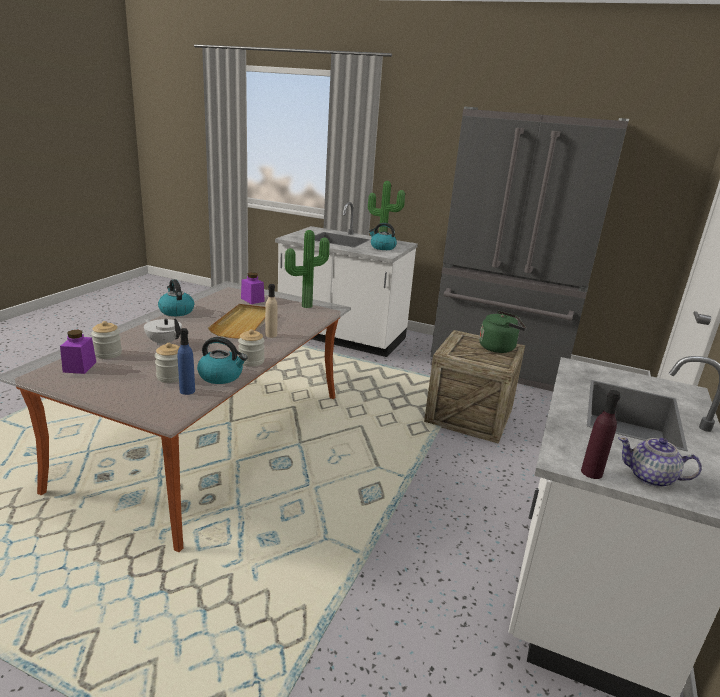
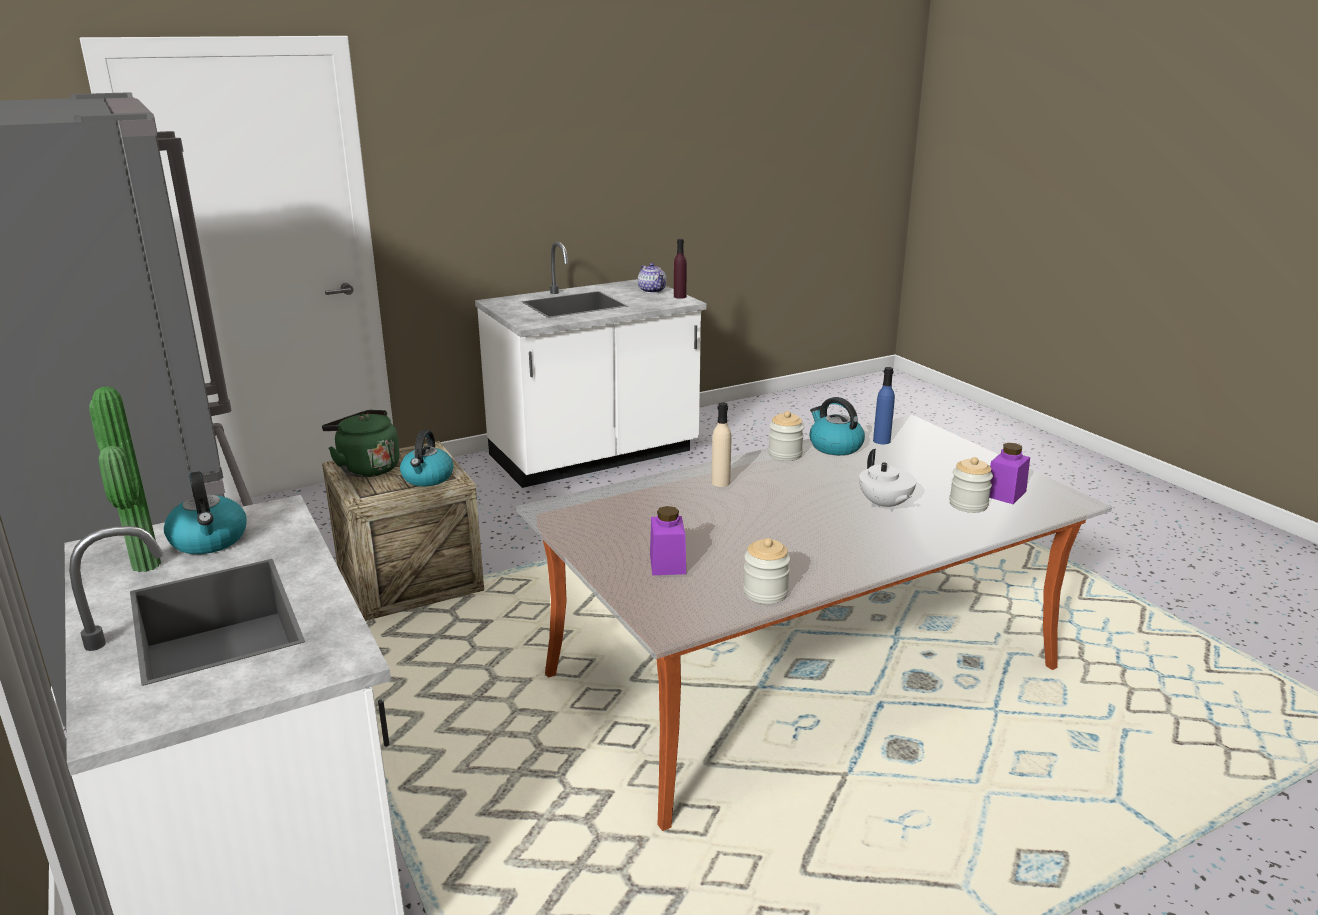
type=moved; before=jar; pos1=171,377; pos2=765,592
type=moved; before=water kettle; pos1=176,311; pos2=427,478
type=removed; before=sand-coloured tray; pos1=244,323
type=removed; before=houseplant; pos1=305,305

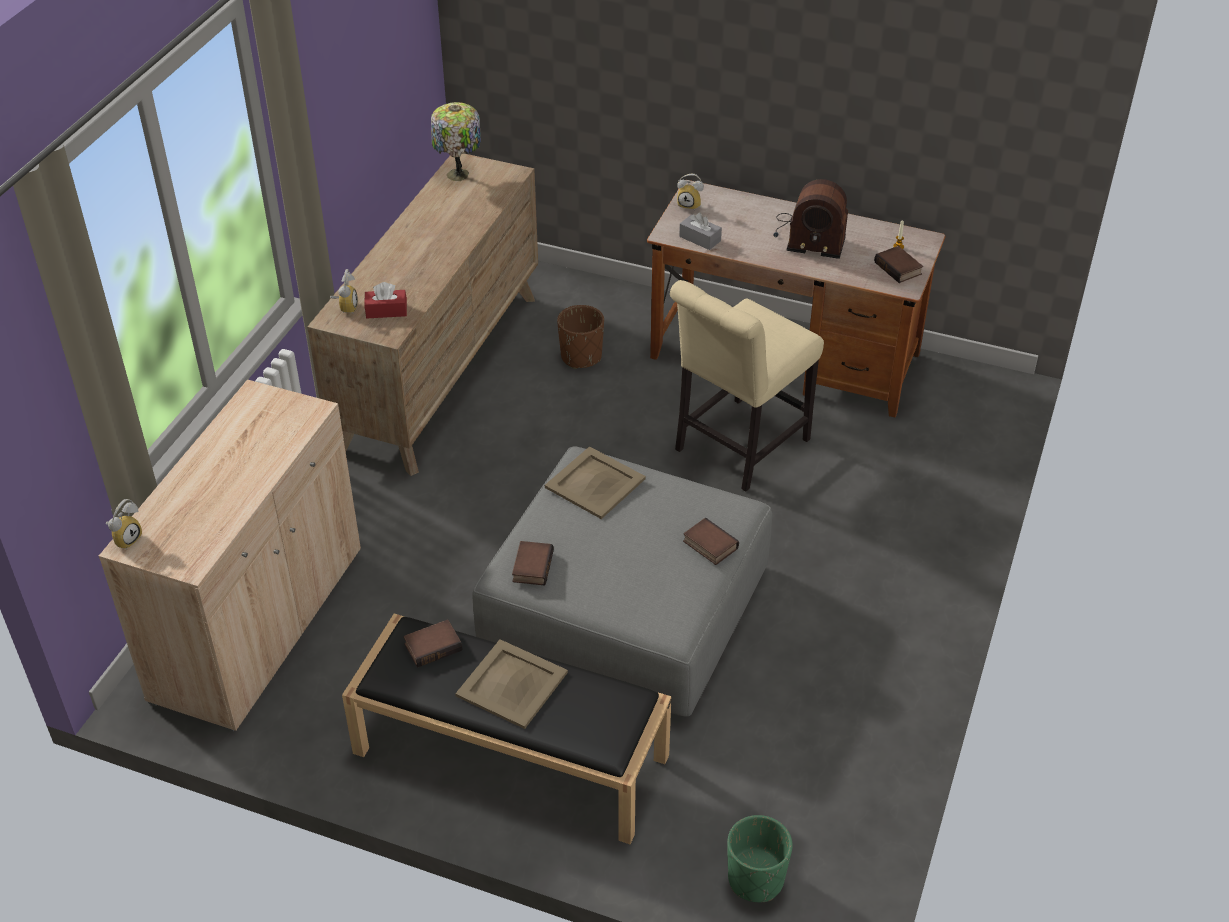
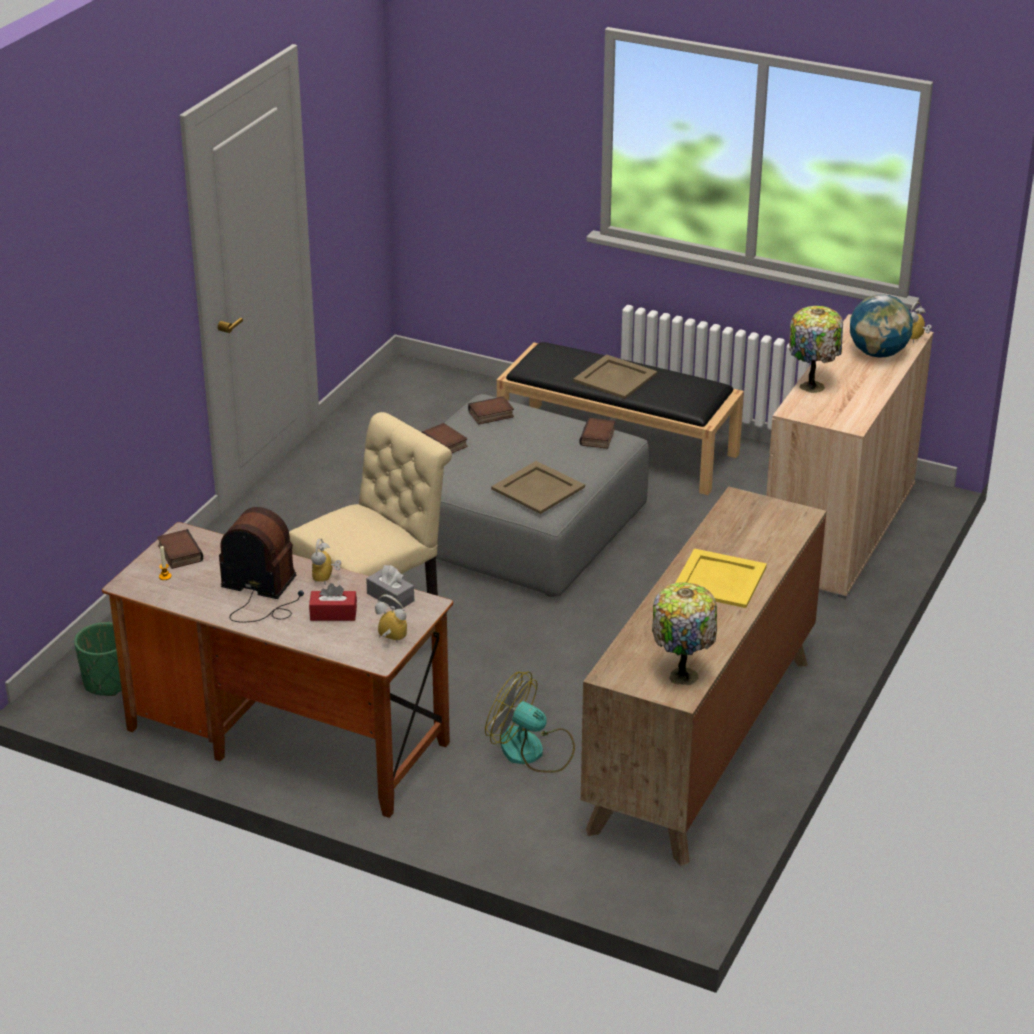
type=moved; before=table clock; pos1=345,307; pos2=326,579
type=moved; before=reddish box of tissues; pos1=386,311; pos2=333,613
type=moved; before=book; pos1=433,646; pos2=491,415
type=replaced; before=brown plant pot; after=electric fan; pos1=581,356; pos2=532,751
type=moved; before=green-coloured plant pot; pos1=755,879; pos2=107,682
type=added; after=yellowish tray; pos2=720,579
type=added; after=tabletop lamp; pos2=812,385
type=added; after=desk globe; pos2=878,353

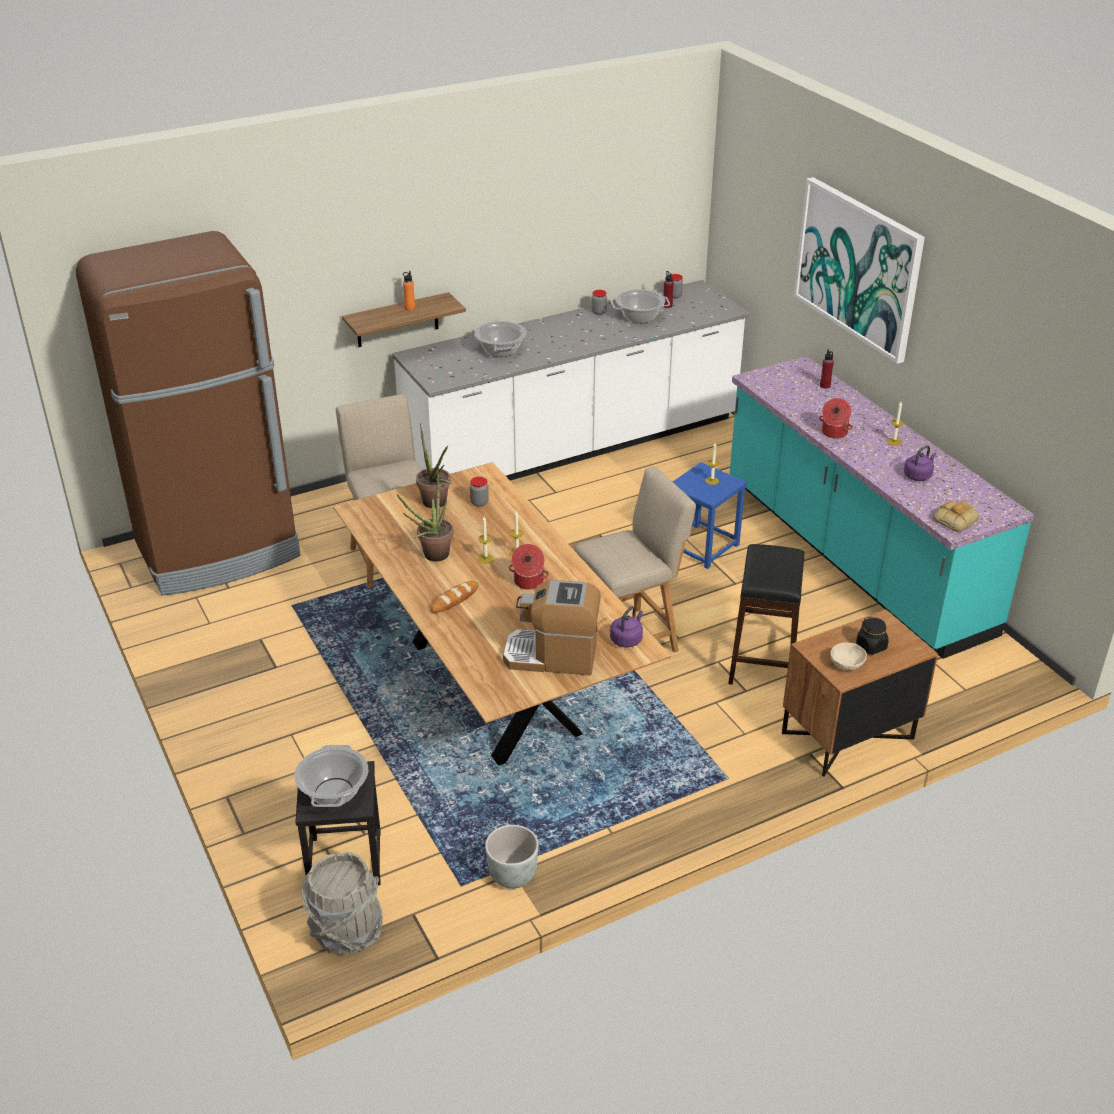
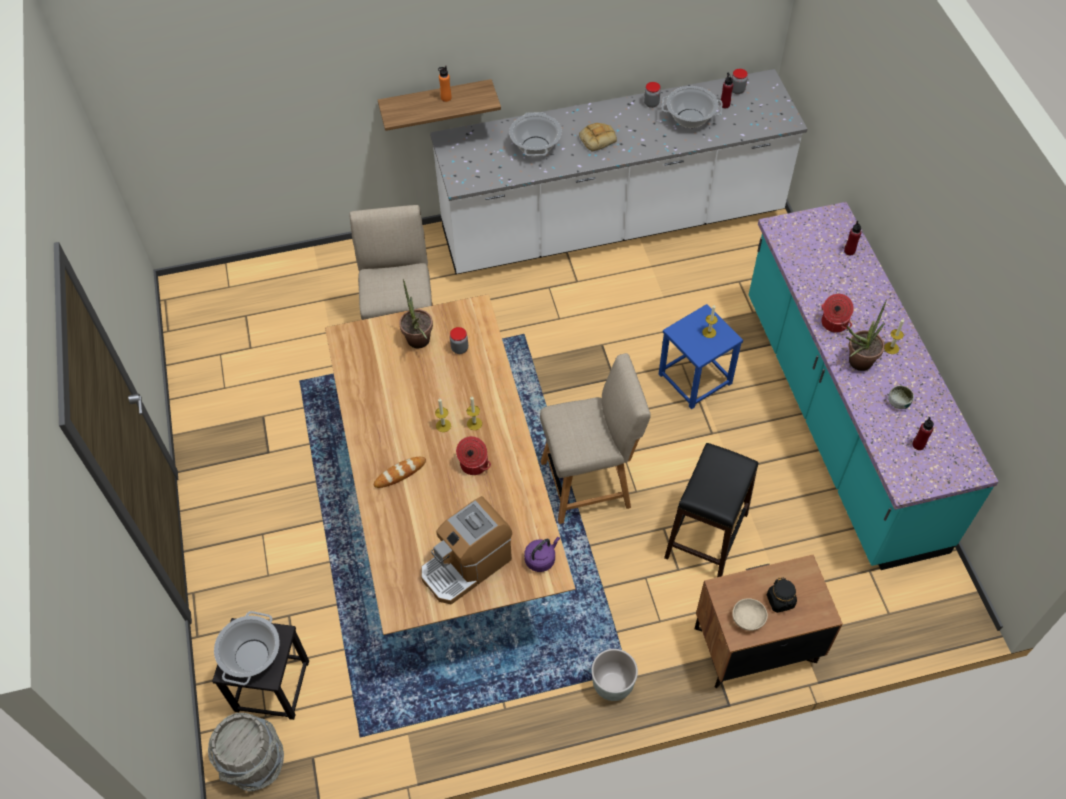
type=removed; before=brown fridge; pos1=219,550
type=moved; before=houseplant; pos1=432,556; pos2=856,364
type=moved; before=greyish plant pot; pos1=512,876; pos2=612,685
type=turned; before=coffee brewer; pos1=552,656; pos2=466,565; turn=-60
type=removed; before=picture; pos1=858,267
type=replaced; before=purple-coloured water kettle; after=bowl; pos1=918,475; pos2=898,402
type=moved; before=bakery bread; pos1=954,519; pos2=597,138
type=added; after=reddish drink bottle; pos2=918,445

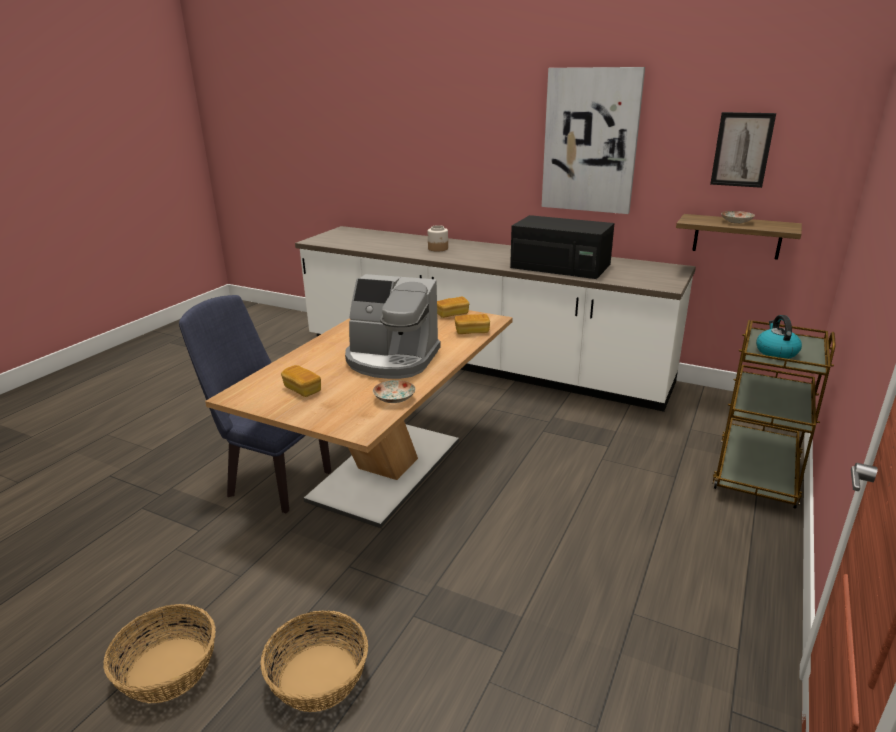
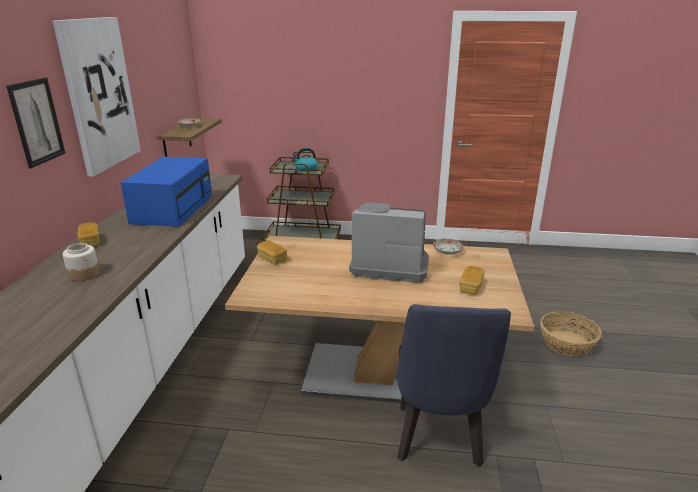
type=removed; before=household basket; pos1=167,670
type=turned; before=coffee brewer; pos1=391,360; pos2=389,265; turn=-75
type=moved; before=bakery bread; pos1=472,332; pos2=90,242
type=recoloured; before=black kitchen microwave; after=blue-coloured kitchen microwave; pos1=561,266; pos2=173,208
type=moved; before=picture; pos1=742,150; pos2=37,122

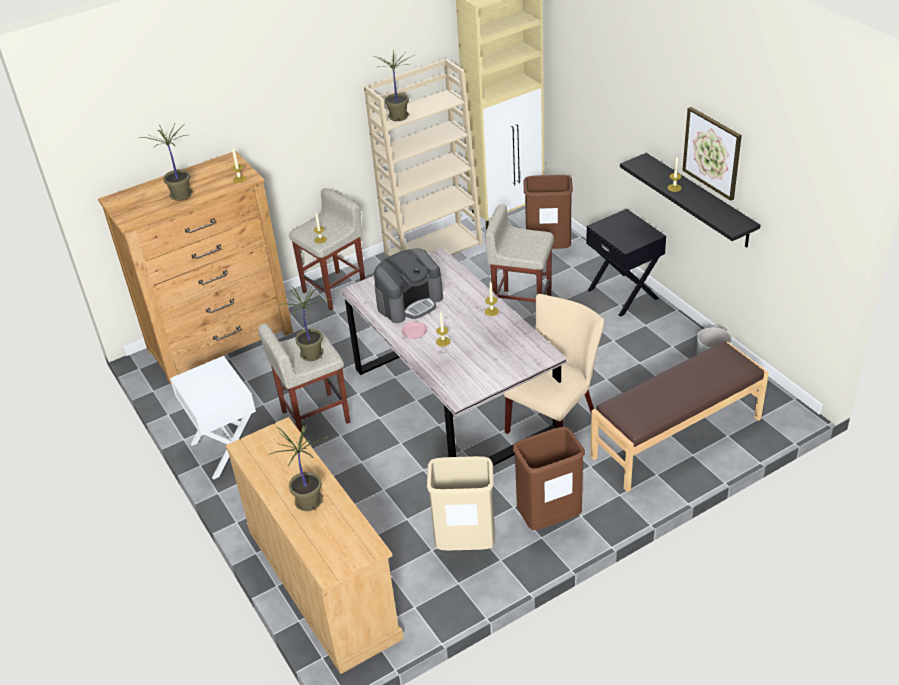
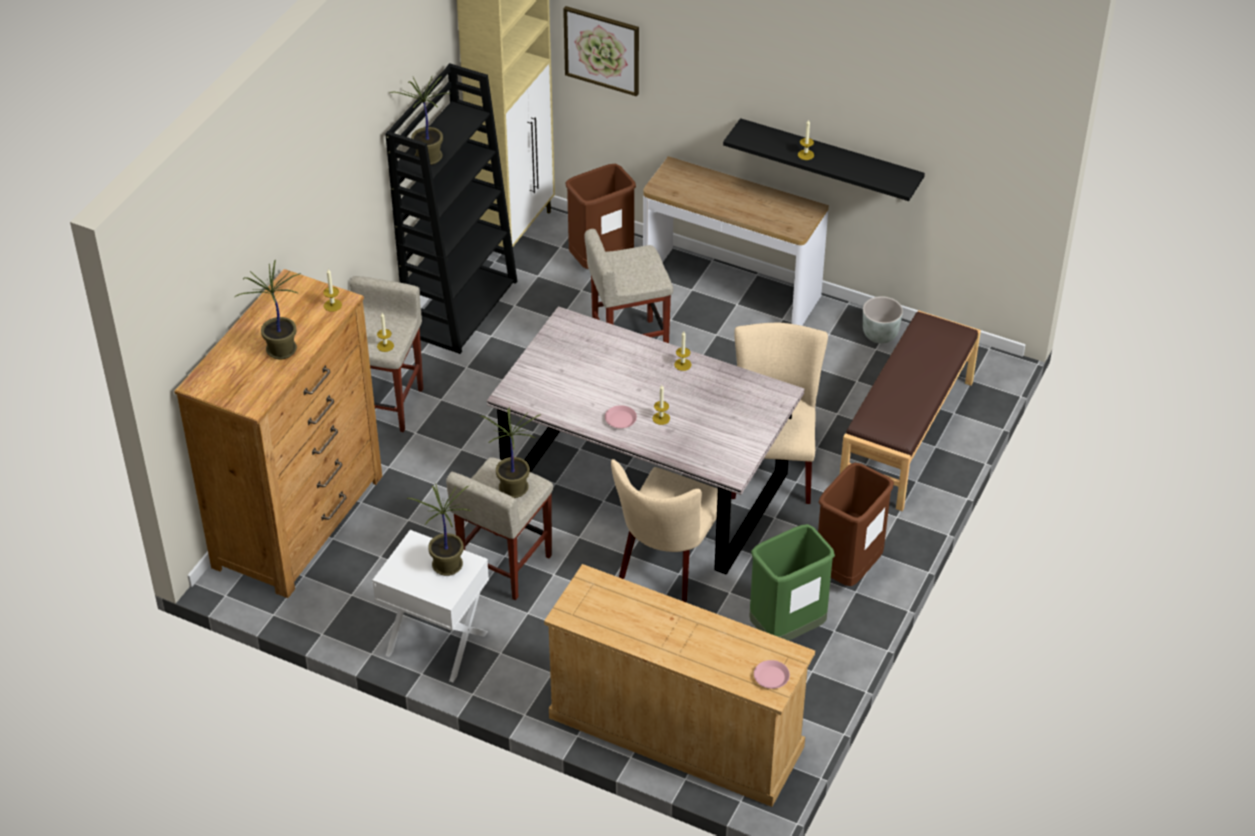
type=moved; before=houseplant; pos1=308,501; pos2=446,565
type=recoloured; before=sand-coloured bookshelf; after=black bookshelf; pos1=433,248; pos2=461,306
type=removed; before=coffee brewer; pos1=410,302
type=recoloured; before=sand-coloured waste bin; after=green-coloured waste bin; pos1=465,544; pos2=786,630
type=replaced; before=black bedside table; after=console table; pos1=623,293; pos2=730,289
type=moved; before=picture; pos1=712,152; pos2=602,50
type=added; after=sand-coloured upright chair; pos2=668,565
type=added; after=pinkish flat dish; pos2=771,677

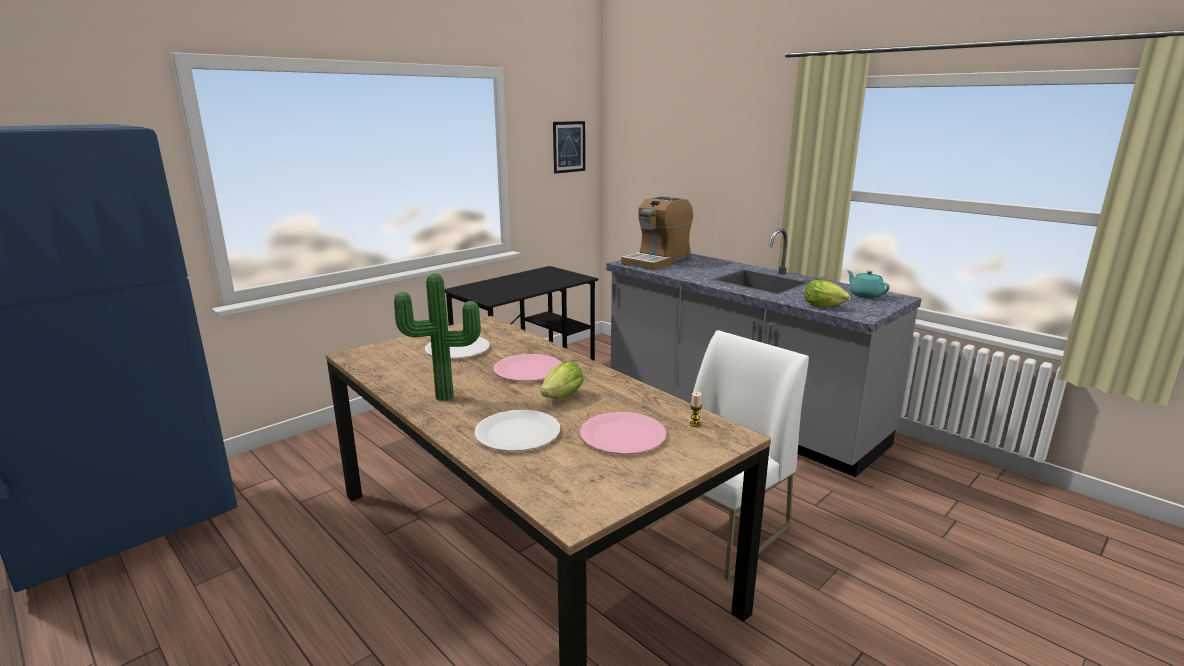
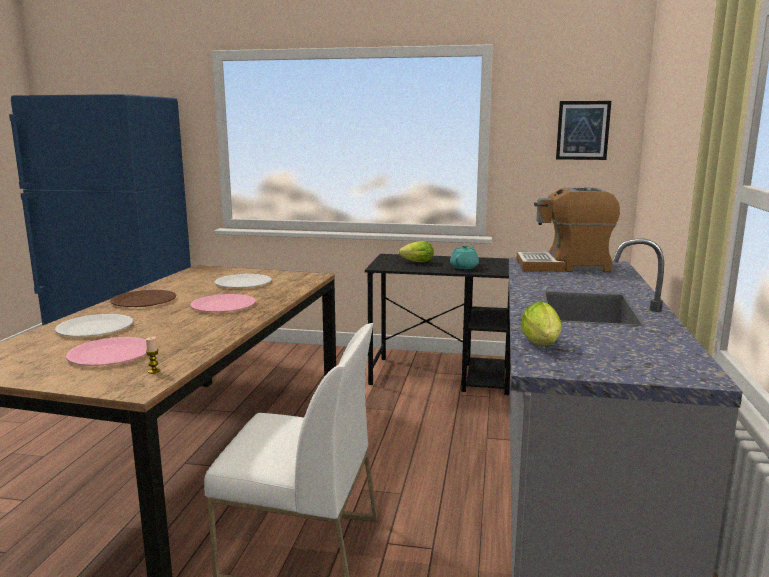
type=replaced; before=houseplant; after=brown flat dish; pos1=445,398; pos2=143,301
type=moved; before=lettuce head; pos1=560,398; pos2=415,262
type=moved; before=blue-green pot for tea; pos1=865,295; pos2=464,267

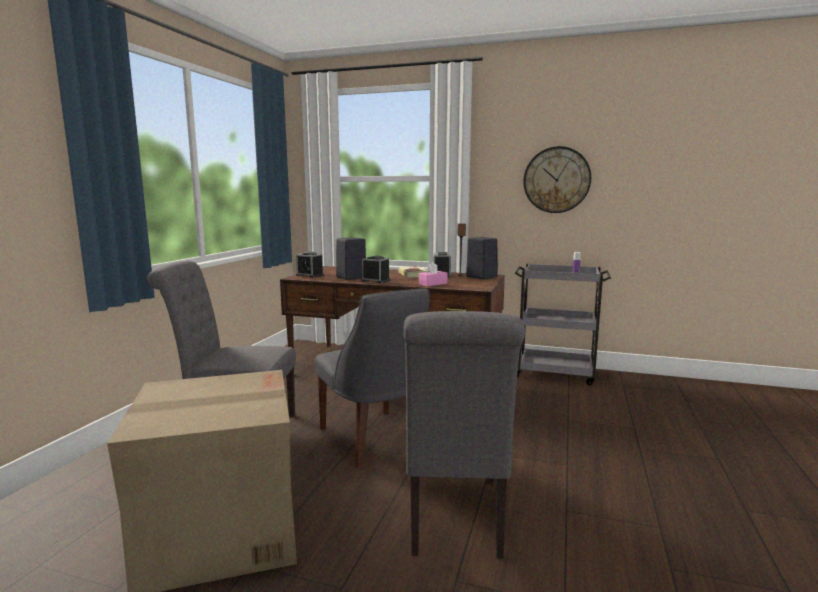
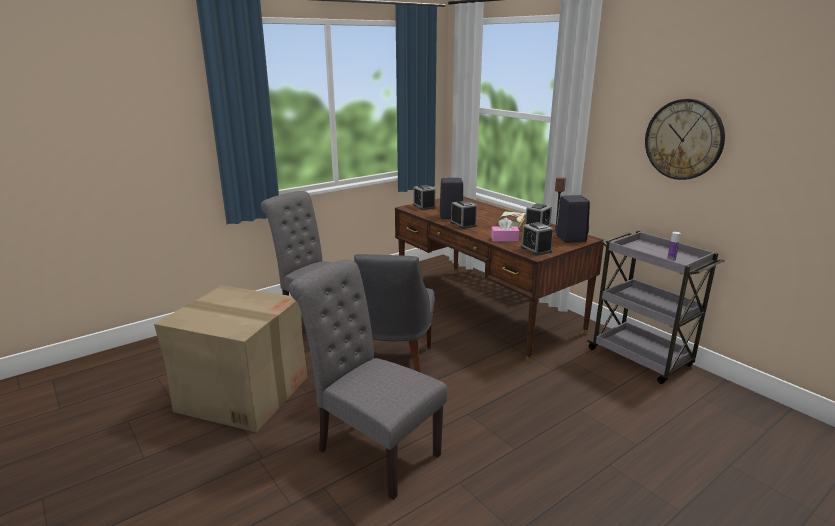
type=turned; before=greyish upright chair; pos1=454,520; pos2=372,450; turn=90
type=added; after=table clock; pos2=535,249

